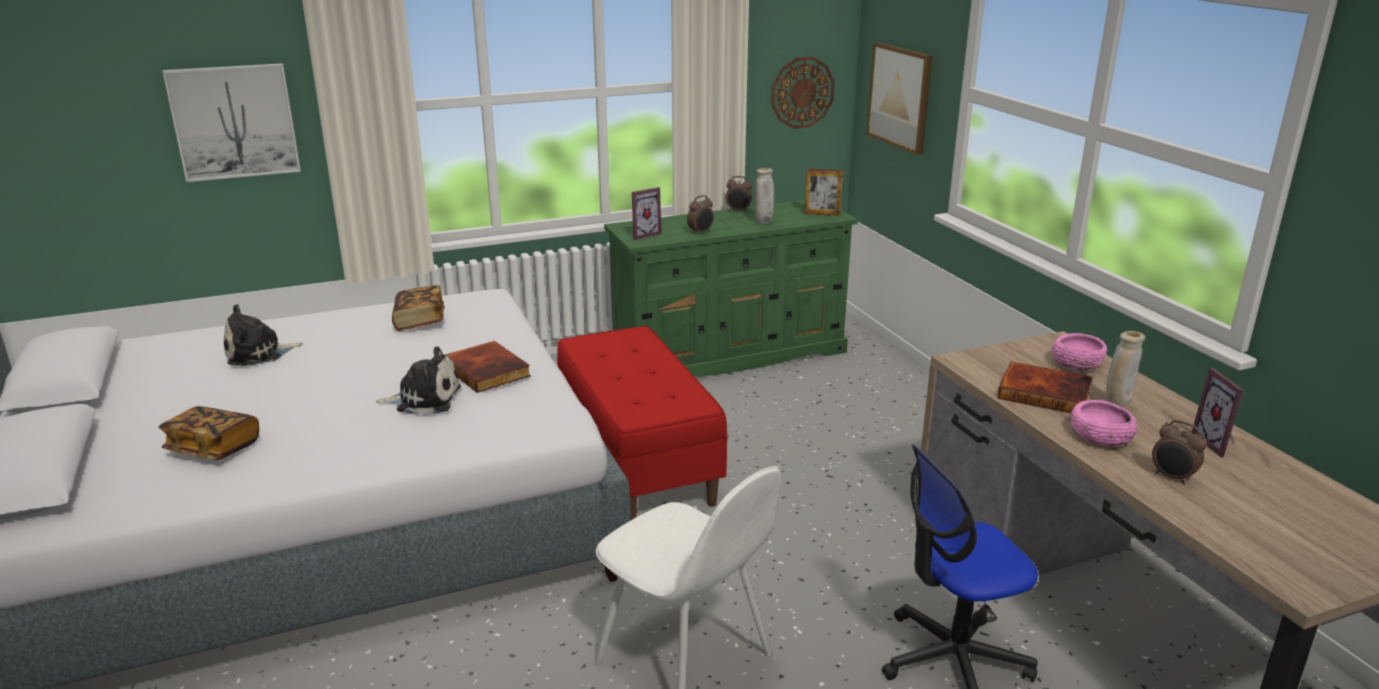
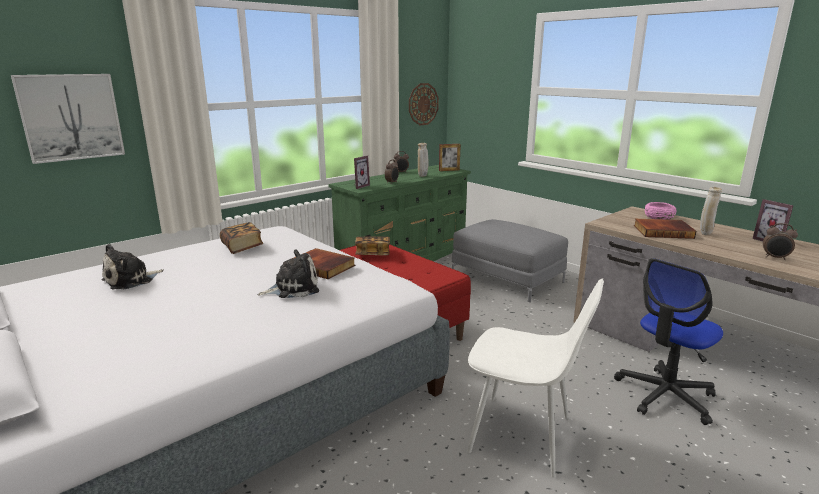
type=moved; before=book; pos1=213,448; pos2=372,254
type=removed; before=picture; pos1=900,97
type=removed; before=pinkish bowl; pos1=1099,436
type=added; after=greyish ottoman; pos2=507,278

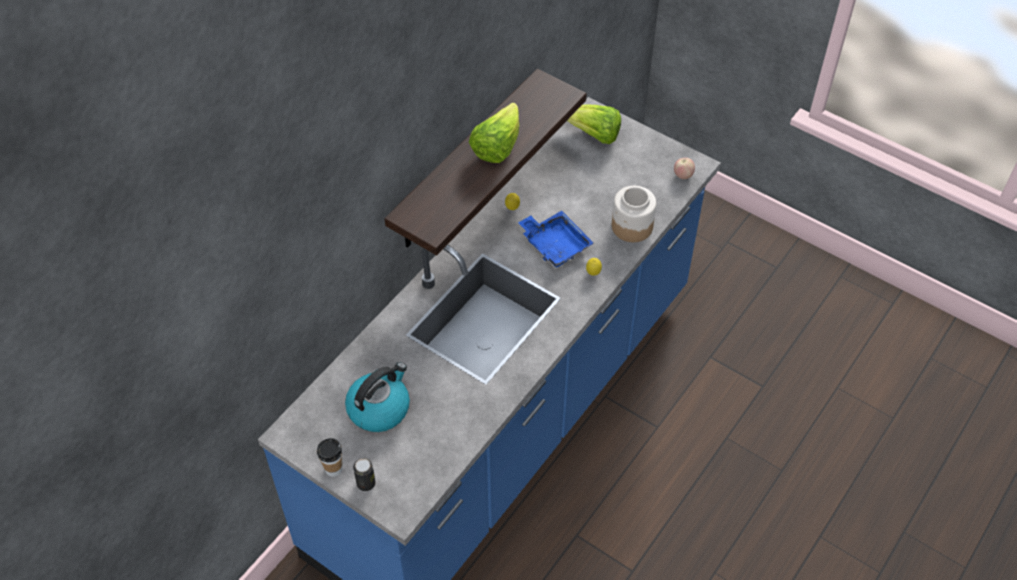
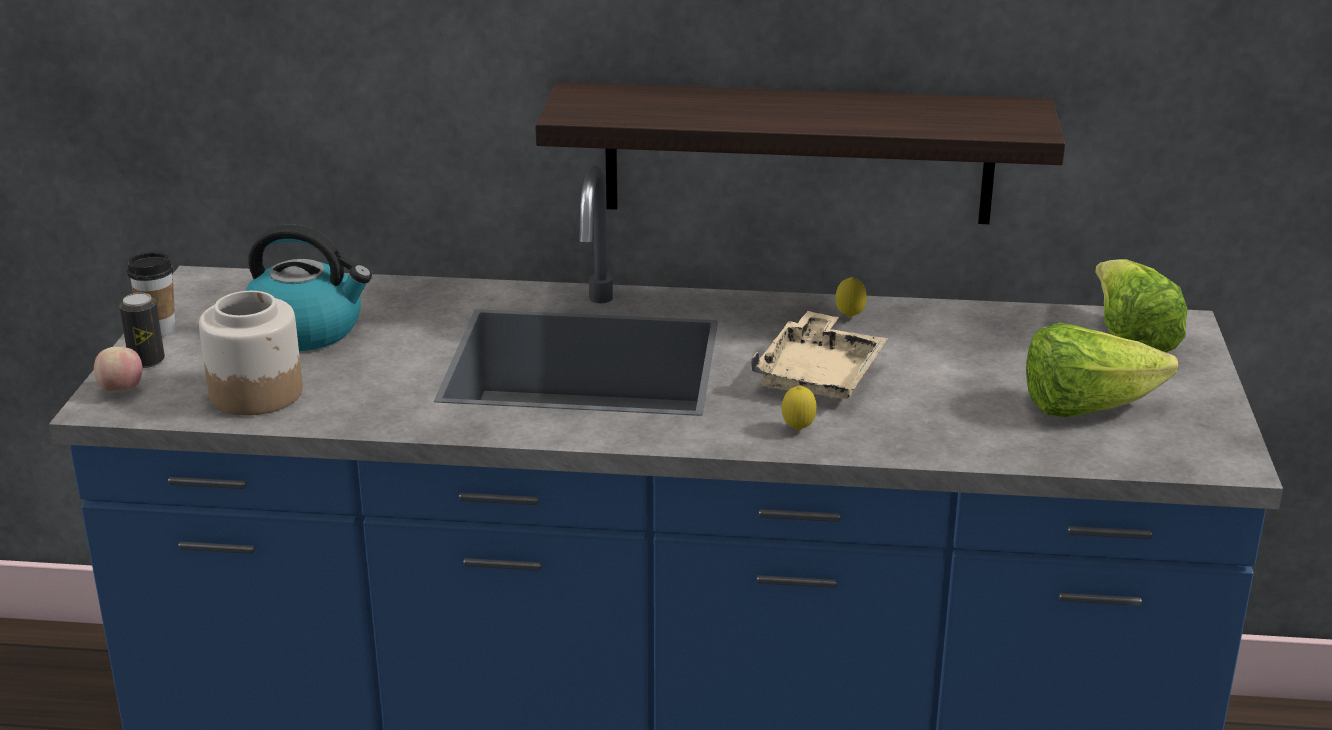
type=moved; before=lettuce head; pos1=497,147; pos2=1085,408
type=recoloured; before=blue-coloured tray; after=sand-coloured tray; pos1=555,244; pos2=819,375
type=moved; before=jar; pos1=631,226; pos2=257,393
type=moved; before=apple; pos1=683,175; pos2=122,391

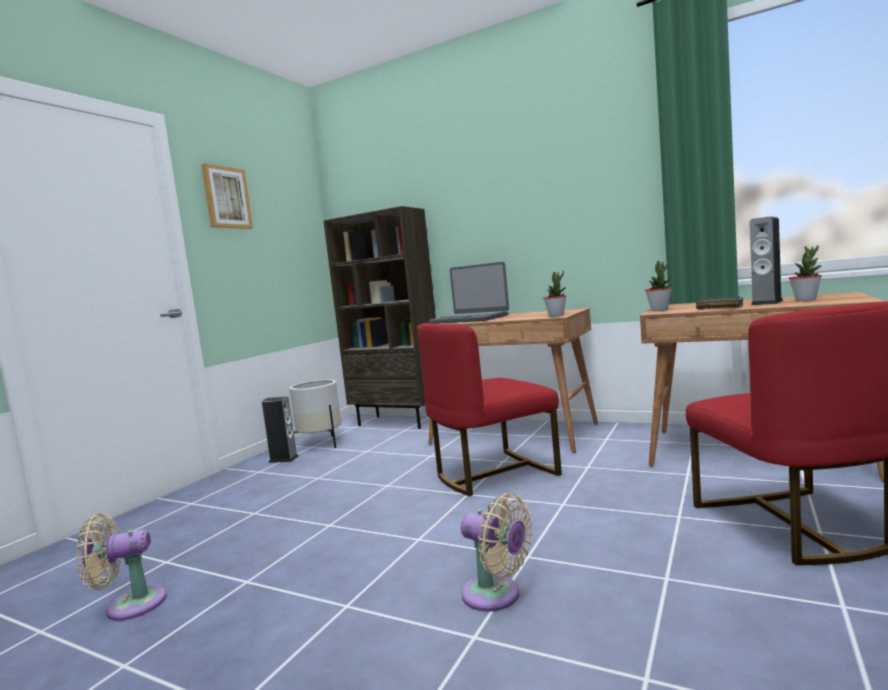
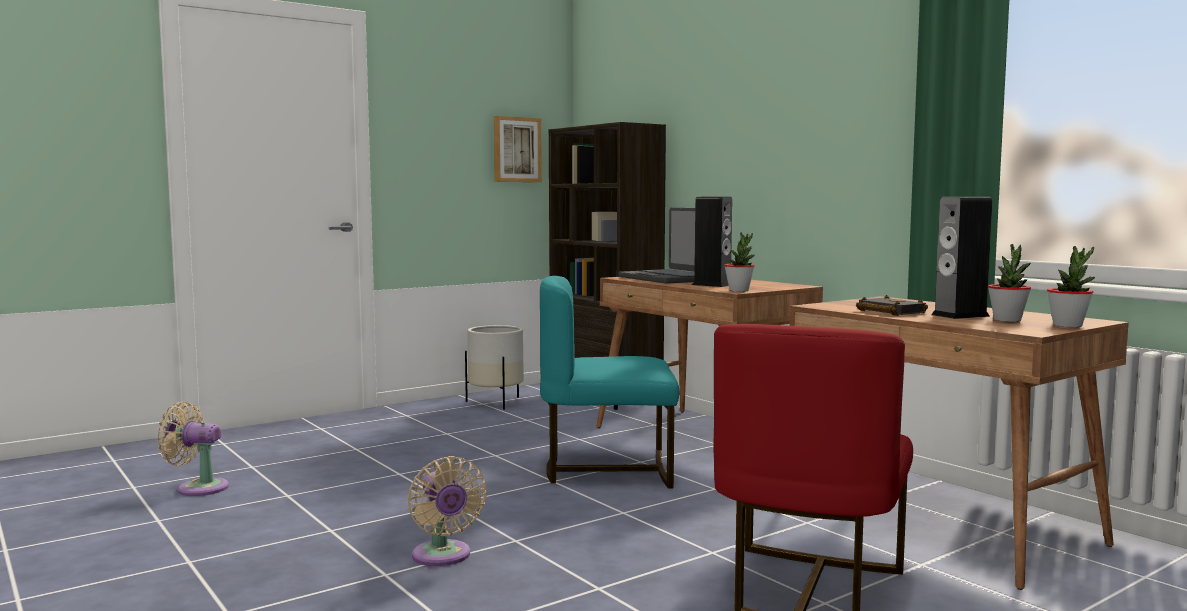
type=moved; before=picture; pos1=226,197; pos2=516,149
type=moved; before=audio speaker; pos1=283,459; pos2=712,285
type=recoloured; before=reddish upright chair; after=blue-green upright chair; pos1=493,474; pos2=608,470
type=moved; before=houseplant; pos1=659,310; pos2=1067,325

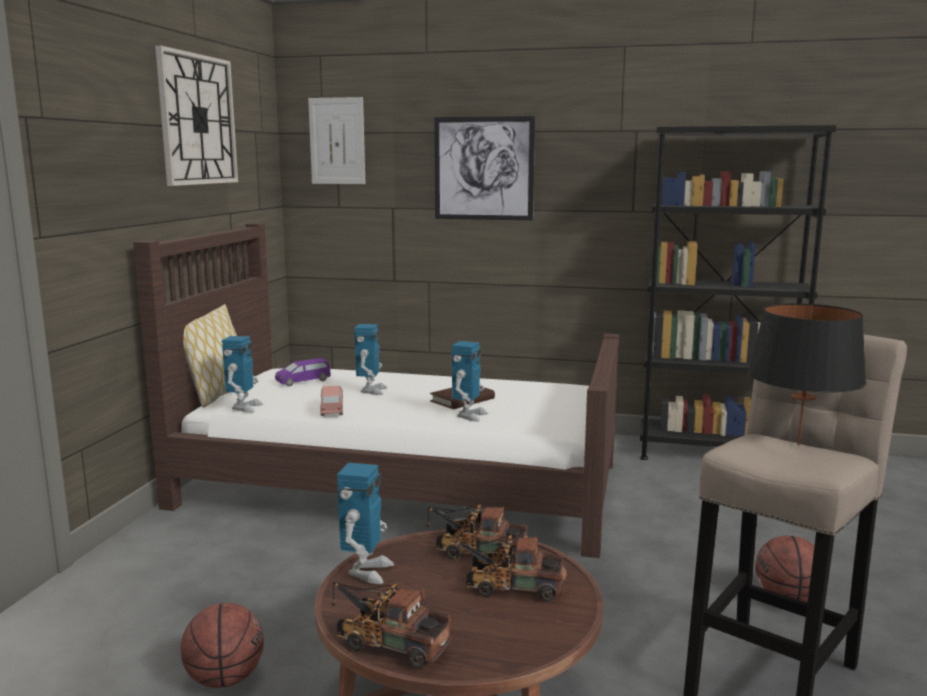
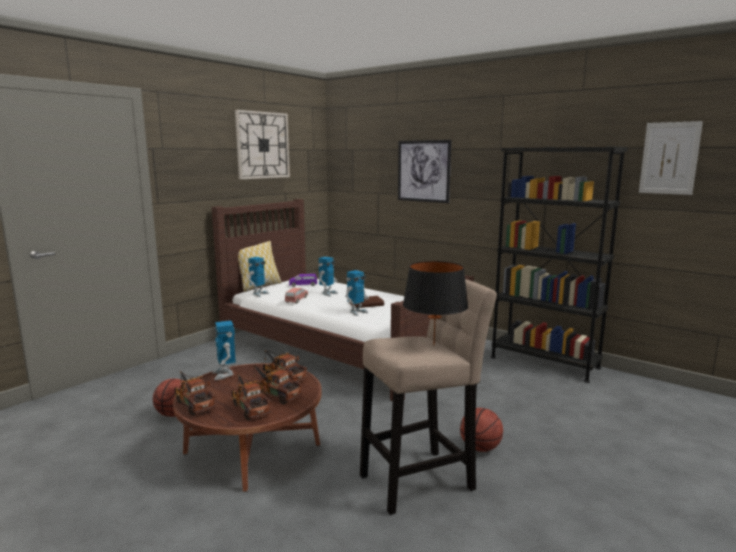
type=moved; before=picture; pos1=337,141; pos2=669,158
type=turned; before=model robot; pos1=366,571; pos2=224,374; turn=120
type=added; after=toy lorry; pos2=249,407

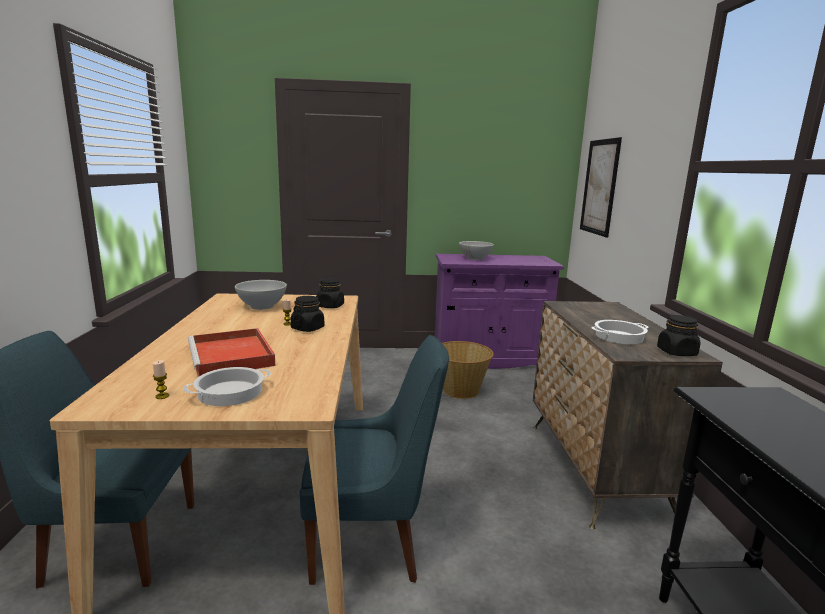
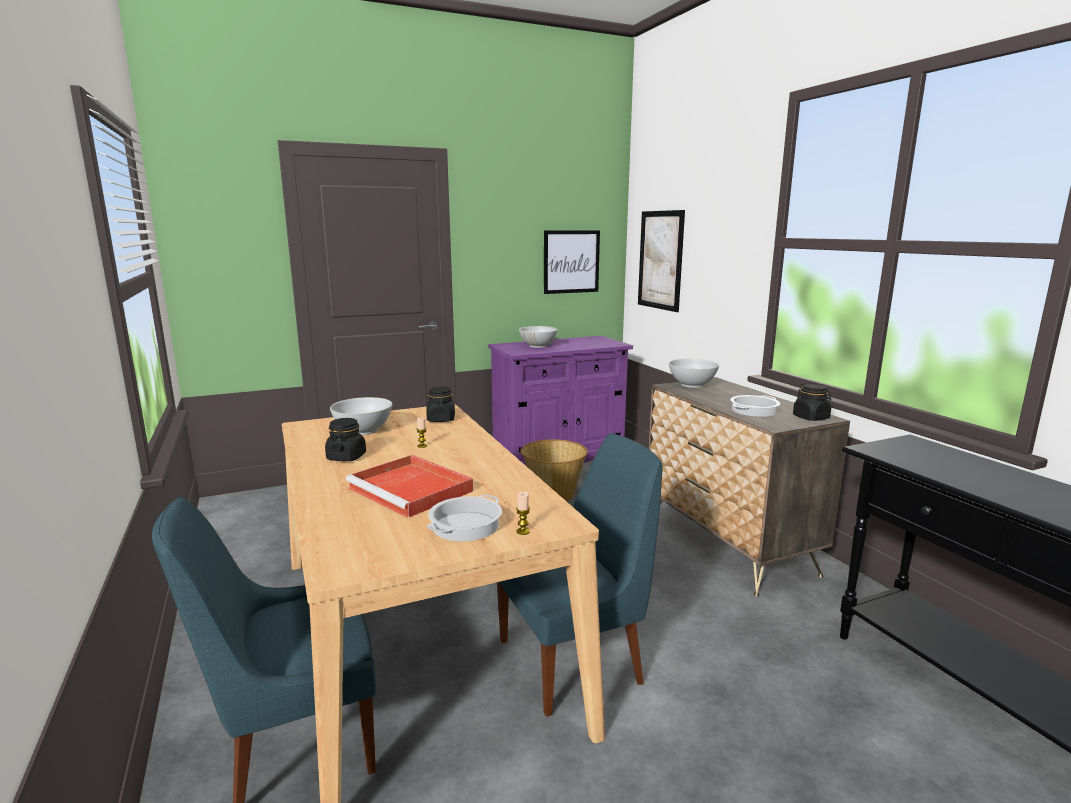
type=moved; before=candle; pos1=162,396; pos2=523,531
type=moved; before=black jar; pos1=308,328; pos2=346,457
type=added; after=picture; pos2=571,261
type=added; after=whitish bowl; pos2=692,385

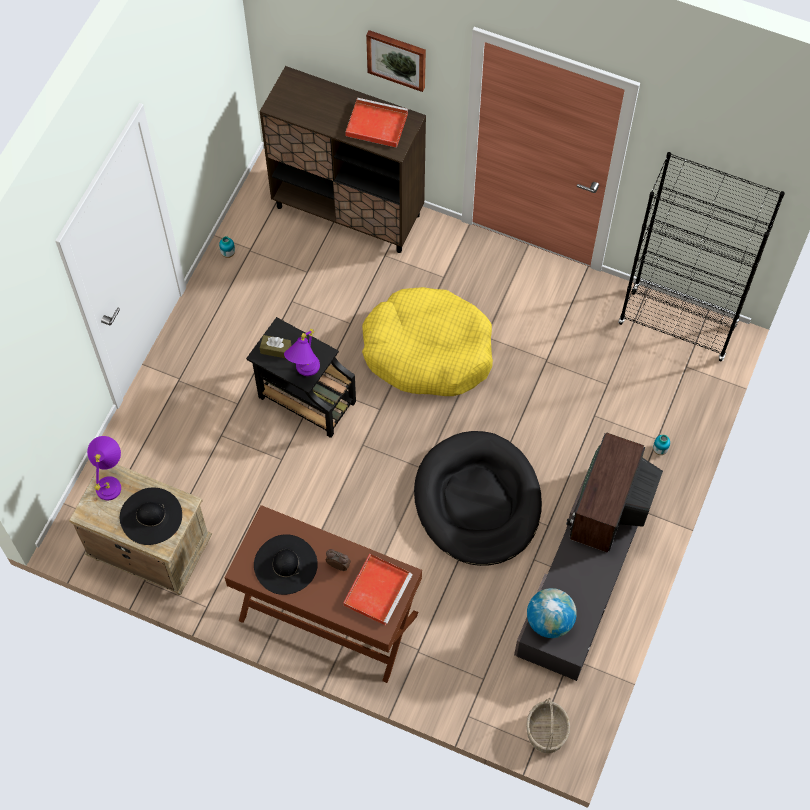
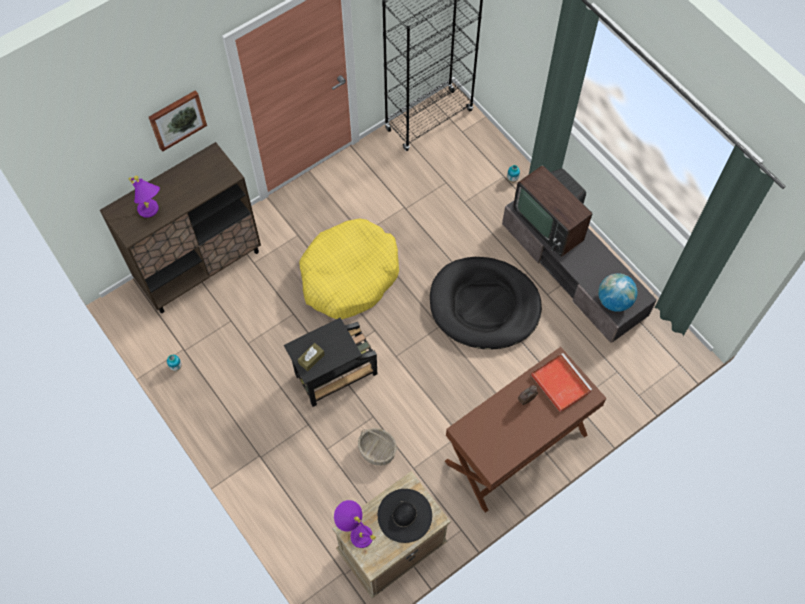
type=removed; before=black clothing hat; pos1=285,564
type=moved; before=purple-coloured tabletop lamp; pos1=304,373; pos2=152,213
type=removed; before=reddish tray; pos1=375,125
type=moved; before=household basket; pos1=546,731; pos2=377,451

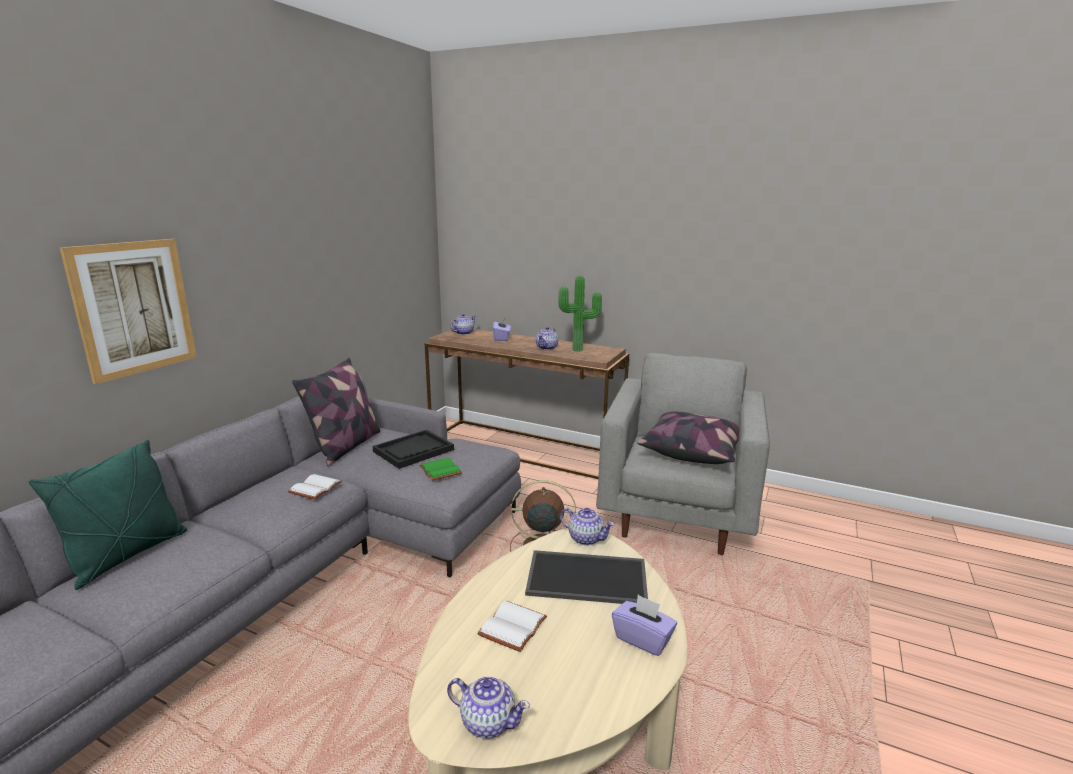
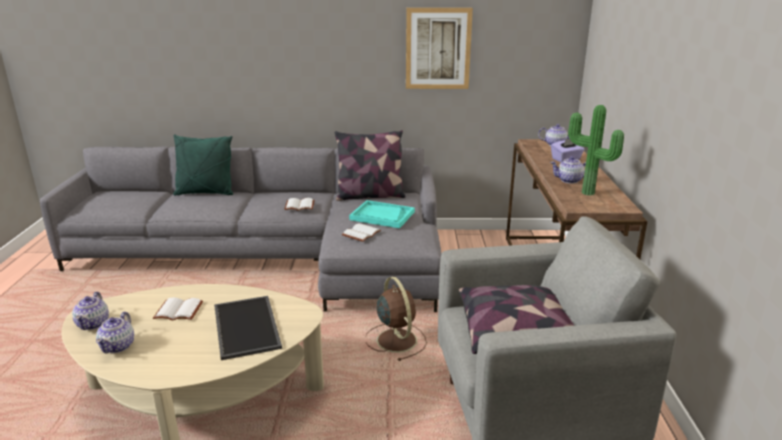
type=moved; before=picture; pos1=134,308; pos2=438,49
type=recoloured; before=black tray; after=blue-green tray; pos1=413,451; pos2=382,216
type=recoloured; before=green-coloured book; after=whitish book; pos1=439,470; pos2=361,233
type=moved; before=pot for tea; pos1=585,538; pos2=118,346
type=removed; before=purple-coloured box of tissues; pos1=643,639

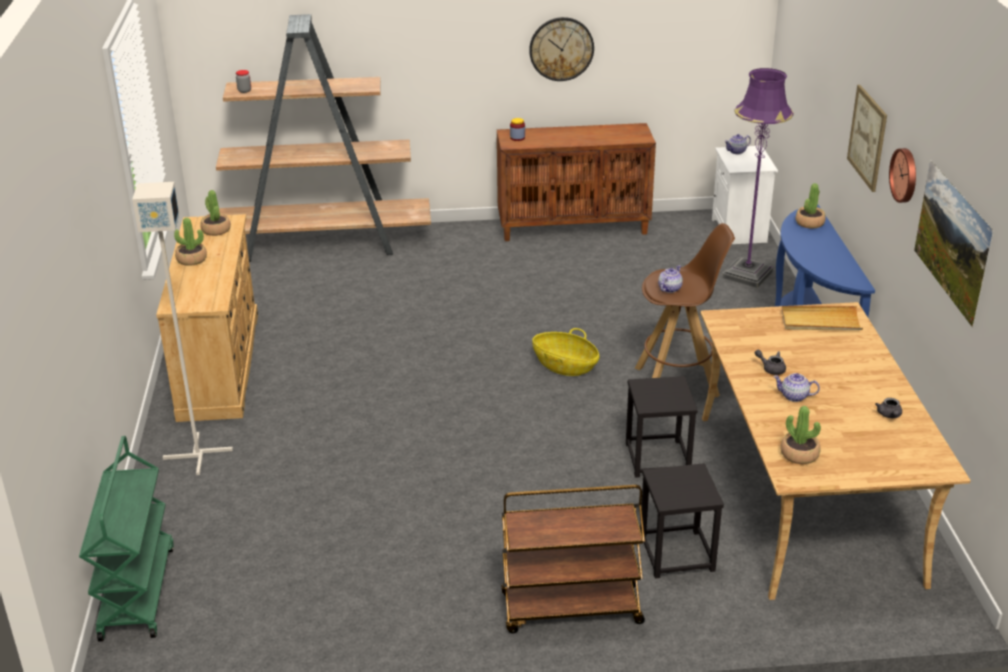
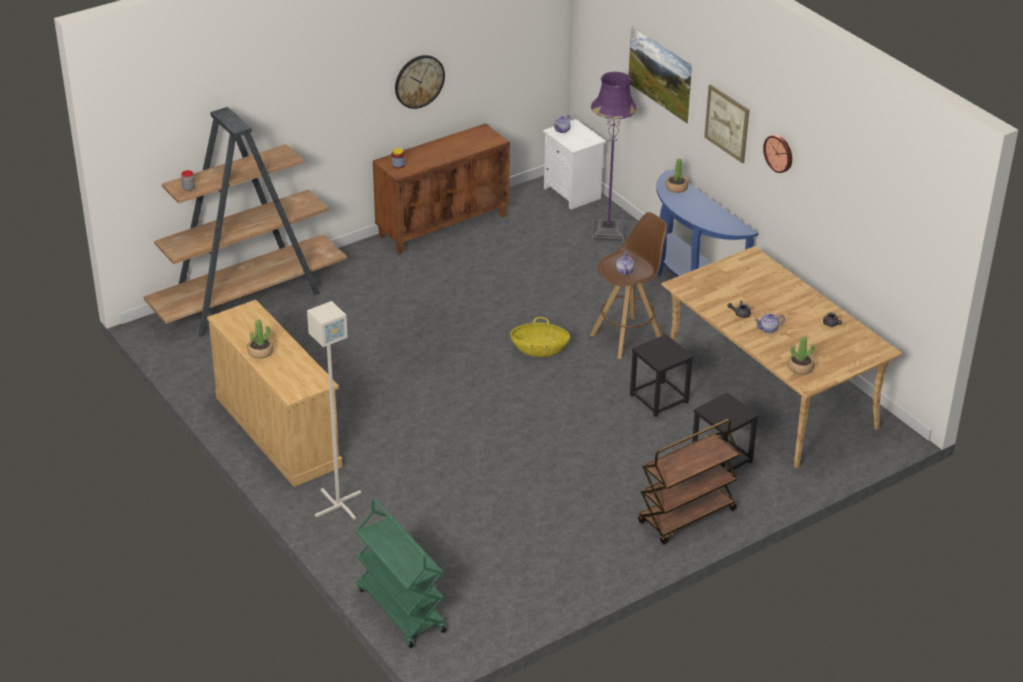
type=removed; before=houseplant; pos1=216,230
type=removed; before=sand-coloured tray; pos1=820,321
type=moved; before=picture; pos1=946,264; pos2=658,88

